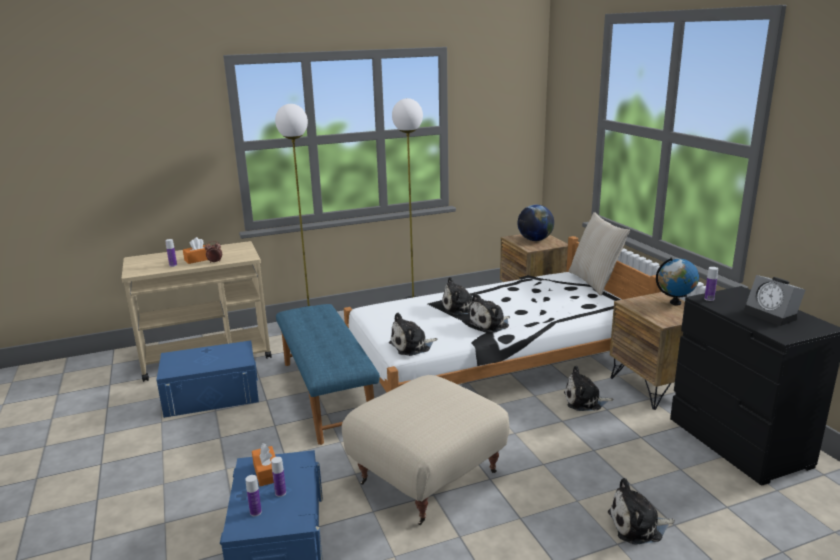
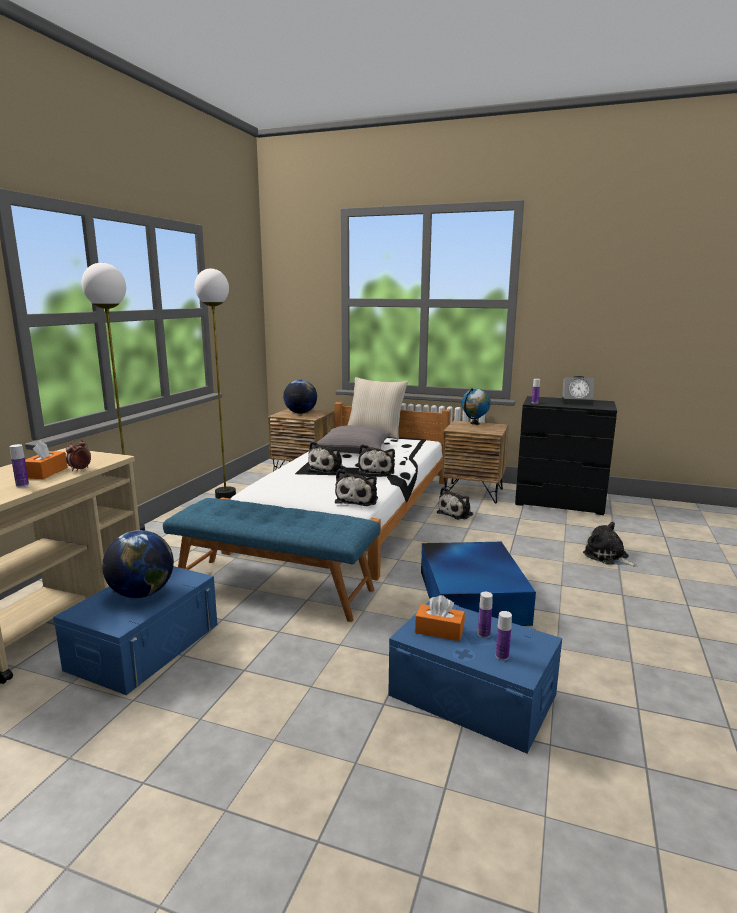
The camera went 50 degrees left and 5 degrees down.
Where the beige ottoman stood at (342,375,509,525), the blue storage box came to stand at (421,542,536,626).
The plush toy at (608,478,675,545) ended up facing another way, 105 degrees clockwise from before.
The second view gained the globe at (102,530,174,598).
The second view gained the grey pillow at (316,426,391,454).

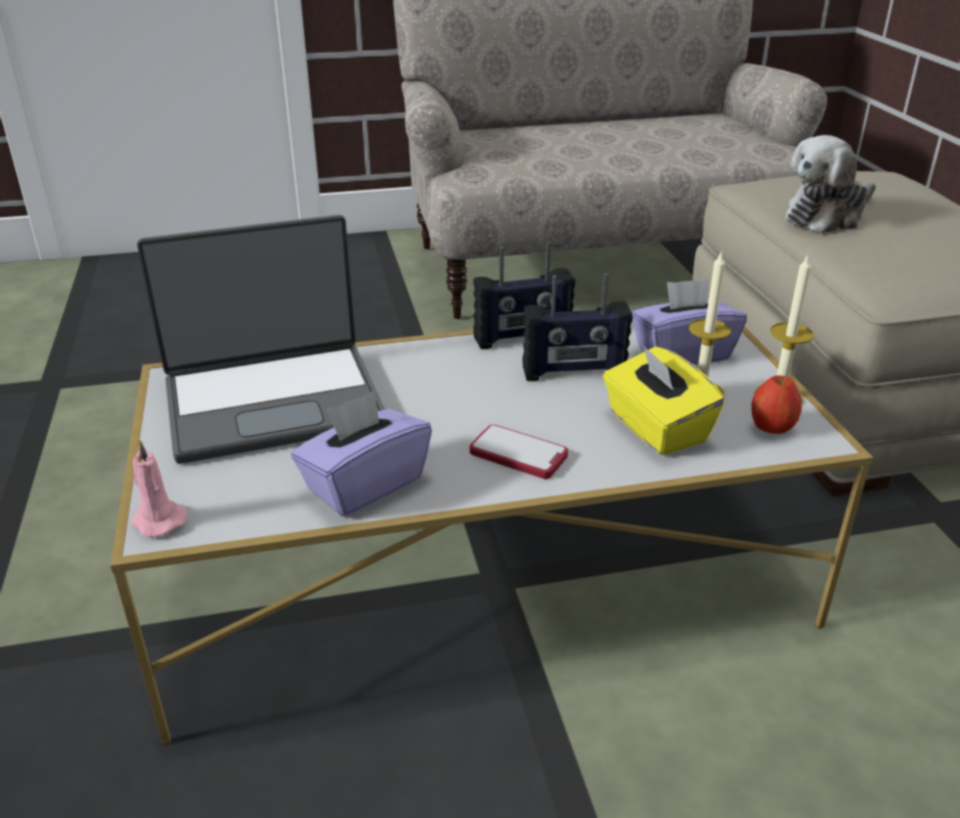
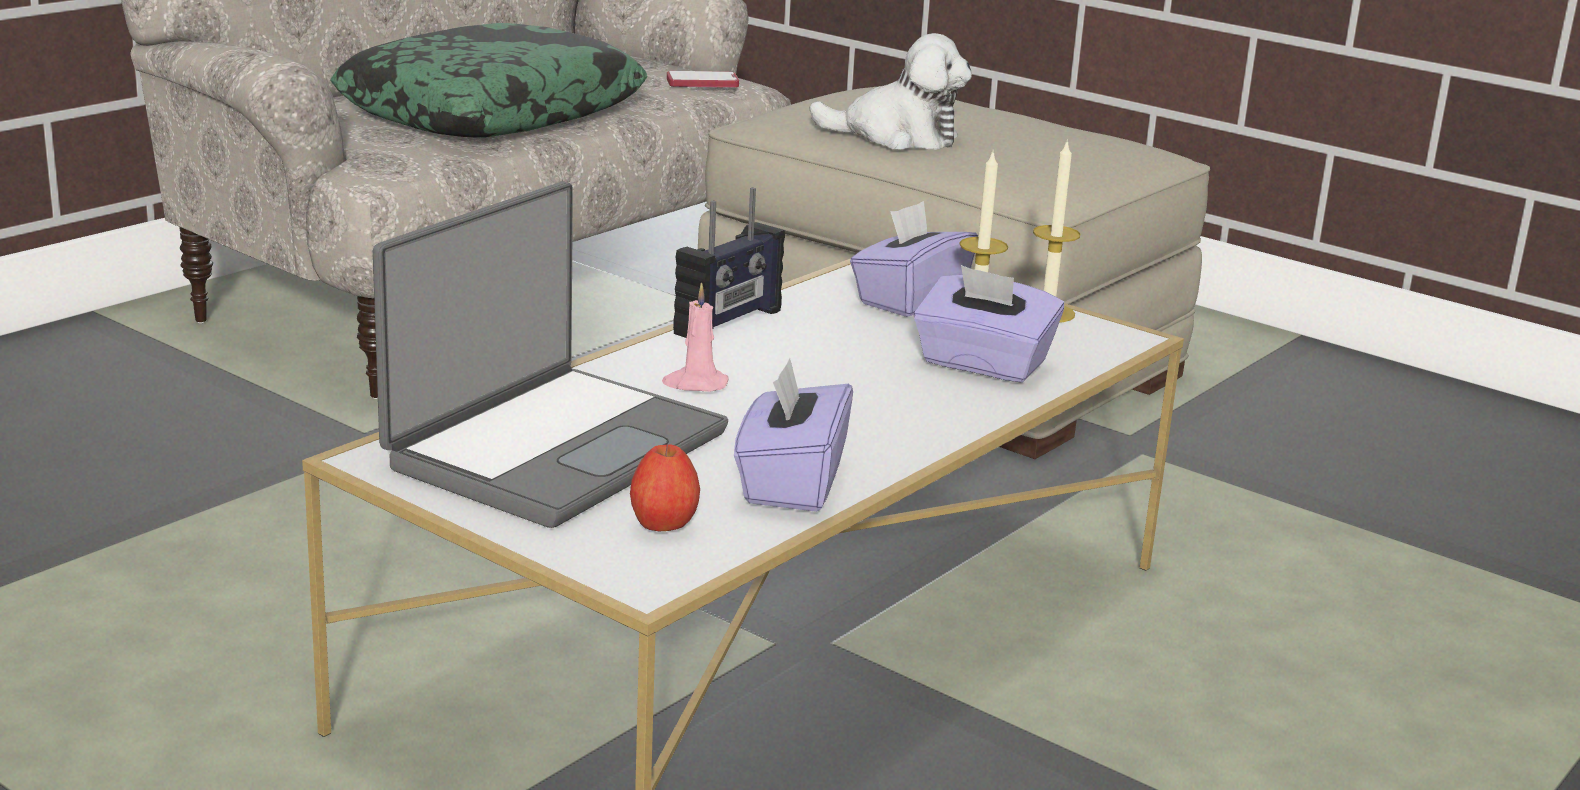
The camera went 40 degrees left and 10 degrees down.
The pink candle ended up elsewhere, having gone from (131,440,187,537) to (662,282,729,392).
The phone ended up elsewhere, having gone from (470,425,568,479) to (667,71,739,88).
The second view lost the radio at (523,273,633,381).
What was the yellow tissue box at (603,345,725,455) turned into the purple tissue box at (914,265,1064,383).
The apple ended up elsewhere, having gone from (751,375,802,434) to (630,444,700,531).
The plush toy at (785,135,876,233) ended up facing another way, 90 degrees counterclockwise from before.
The second view gained the pillow at (330,23,647,138).

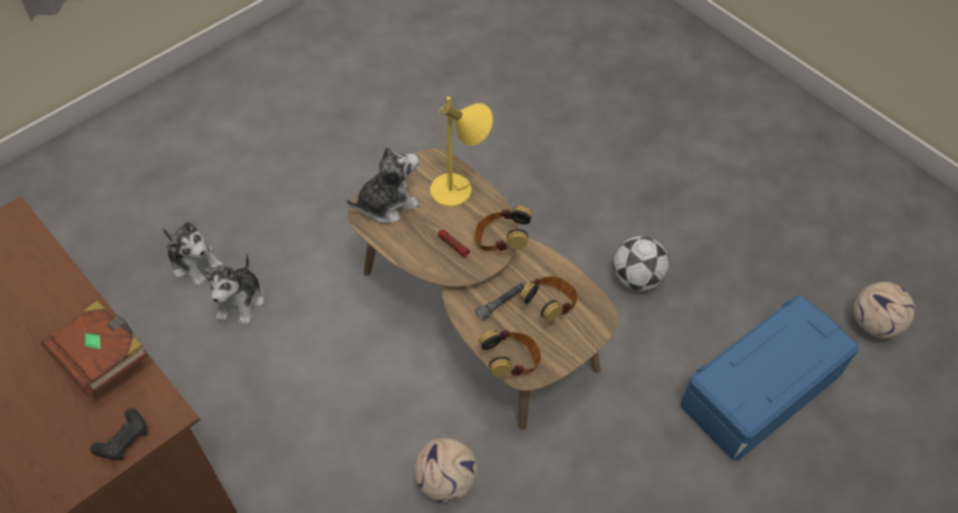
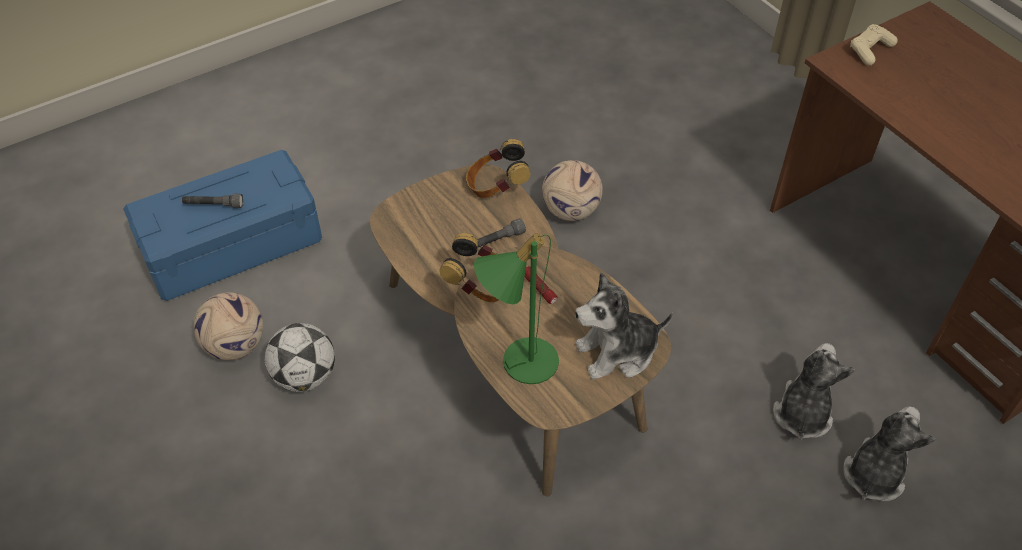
The camera went 170 degrees left and 5 degrees down.
The second view lost the brown book at (41,301,148,396).
What was the black game controller at (90,408,147,460) turned into the beige game controller at (850,24,898,66).
The plush toy at (163,222,223,287) ended up facing another way, 75 degrees clockwise from before.
What was the yellow table lamp at (430,96,493,206) turned into the green table lamp at (474,233,559,384).
The second view lost the headphones at (519,276,578,322).
The football ended up elsewhere, having gone from (854,282,915,339) to (193,292,264,360).
The second view gained the grey flashlight at (182,193,243,208).

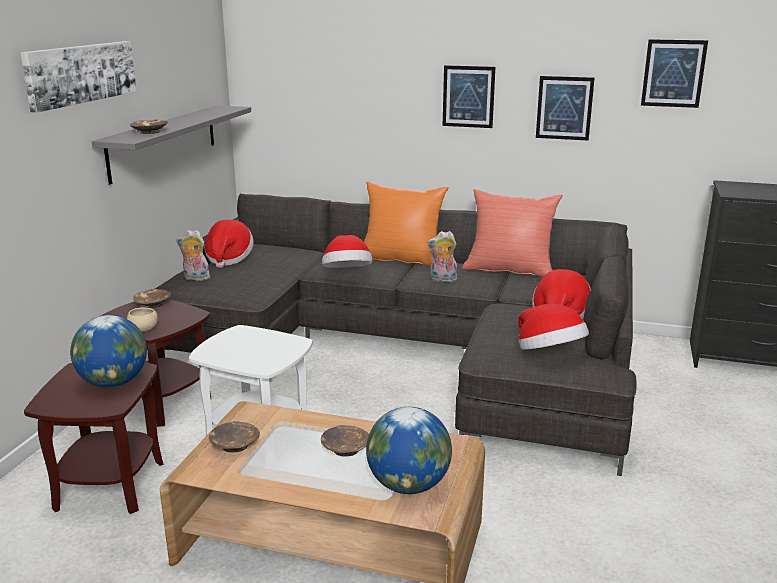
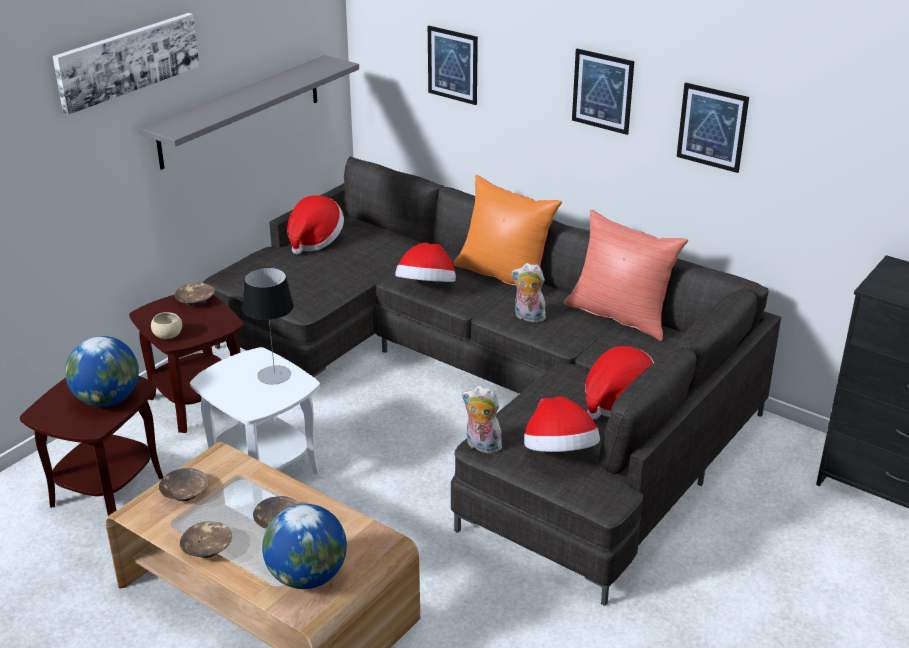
The camera went 20 degrees right and 10 degrees up.
The brown bowl ended up elsewhere, having gone from (130,120,168,134) to (180,521,232,558).
The plush toy ended up elsewhere, having gone from (176,230,210,281) to (462,386,505,454).
The picture ended up elsewhere, having gone from (641,39,708,108) to (428,26,478,105).
The second view gained the table lamp at (242,267,294,384).

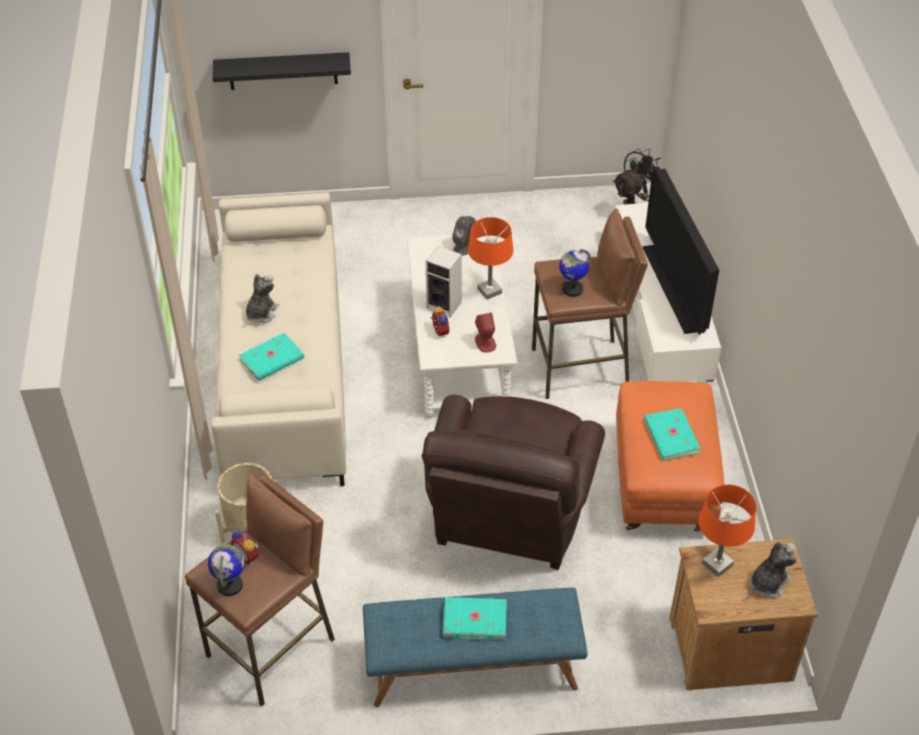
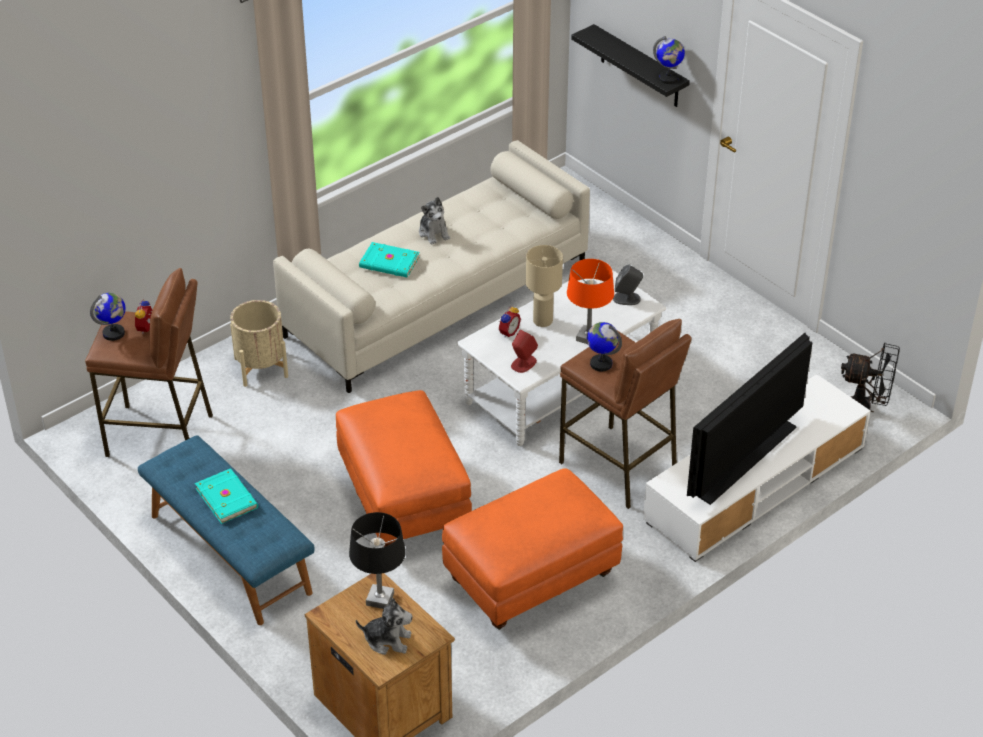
The camera went 55 degrees right and 5 degrees down.
The plush toy at (246,274,279,323) ended up facing another way, 75 degrees clockwise from before.
Where the brown armchair stood at (422,395,605,570), the orange ottoman came to stand at (336,390,472,547).
Where the speaker stood at (426,246,462,317), the beige table lamp came to stand at (526,245,563,327).
The second view lost the turquoise book at (644,408,701,461).
What was the orange table lamp at (699,485,756,577) turned into the black table lamp at (349,512,406,609).
The second view gained the globe at (653,36,685,84).

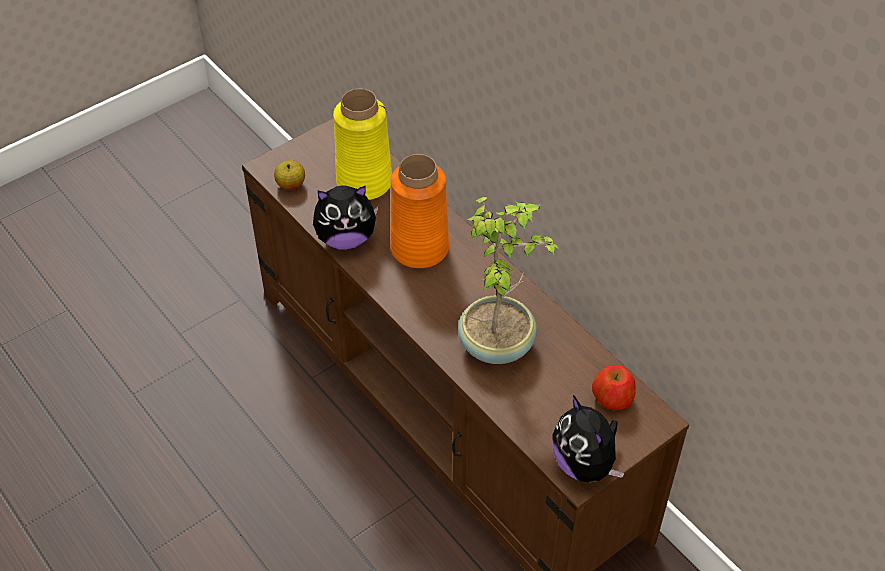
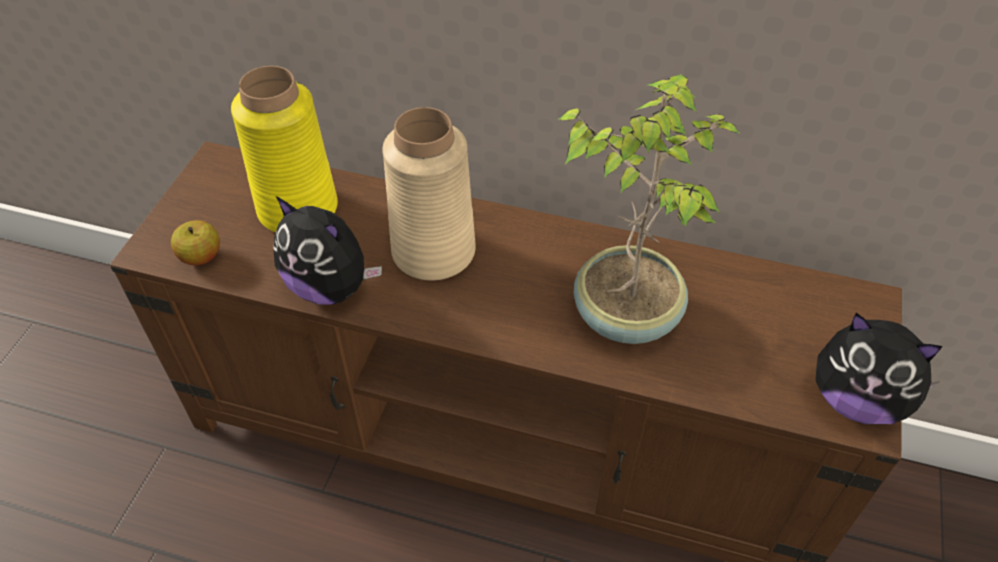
The camera went 35 degrees left and 0 degrees up.
The plush toy at (313,185,379,250) ended up facing another way, 75 degrees clockwise from before.
What was the orange vase at (390,154,449,268) turned into the beige vase at (382,107,476,280).
The second view lost the apple at (592,365,636,410).

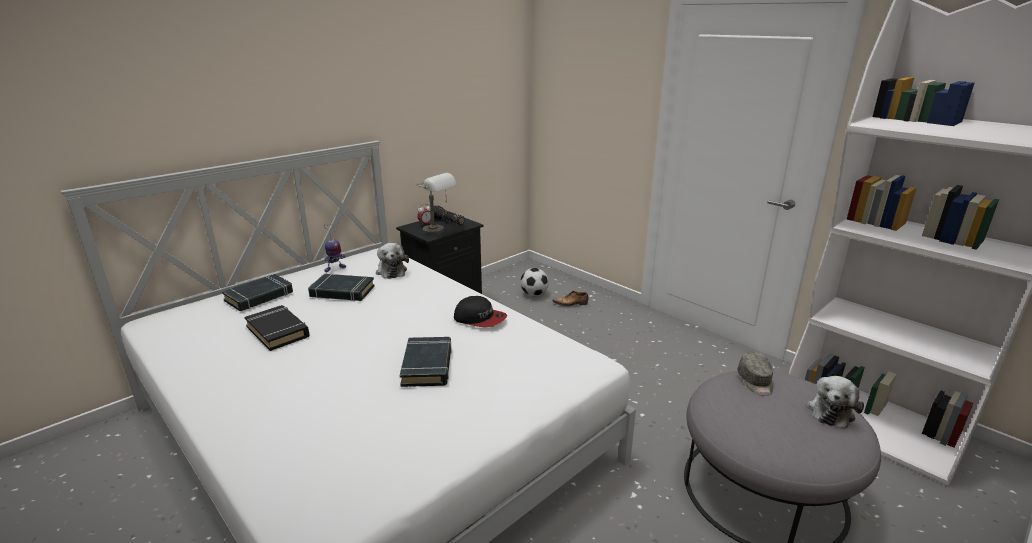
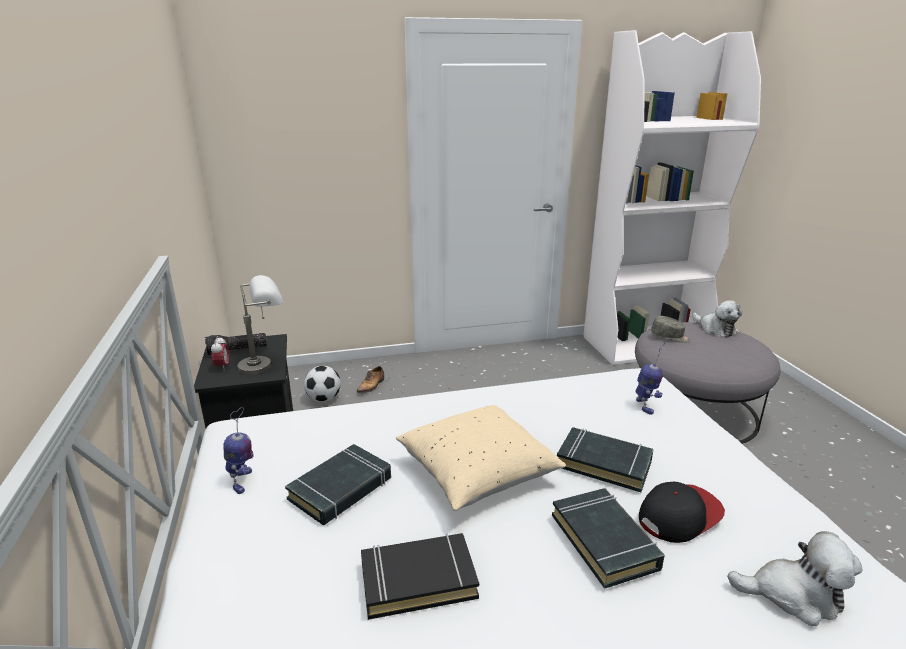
The camera went 60 degrees left and 0 degrees up.
The black book ended up elsewhere, having gone from (222,274,293,312) to (552,488,665,589).
The plush toy ended up elsewhere, having gone from (376,243,409,279) to (727,531,863,626).
The cap ended up elsewhere, having gone from (454,296,507,327) to (639,482,725,543).
The second view gained the beige pillow at (396,405,566,511).
The second view gained the toy robot at (635,342,665,415).

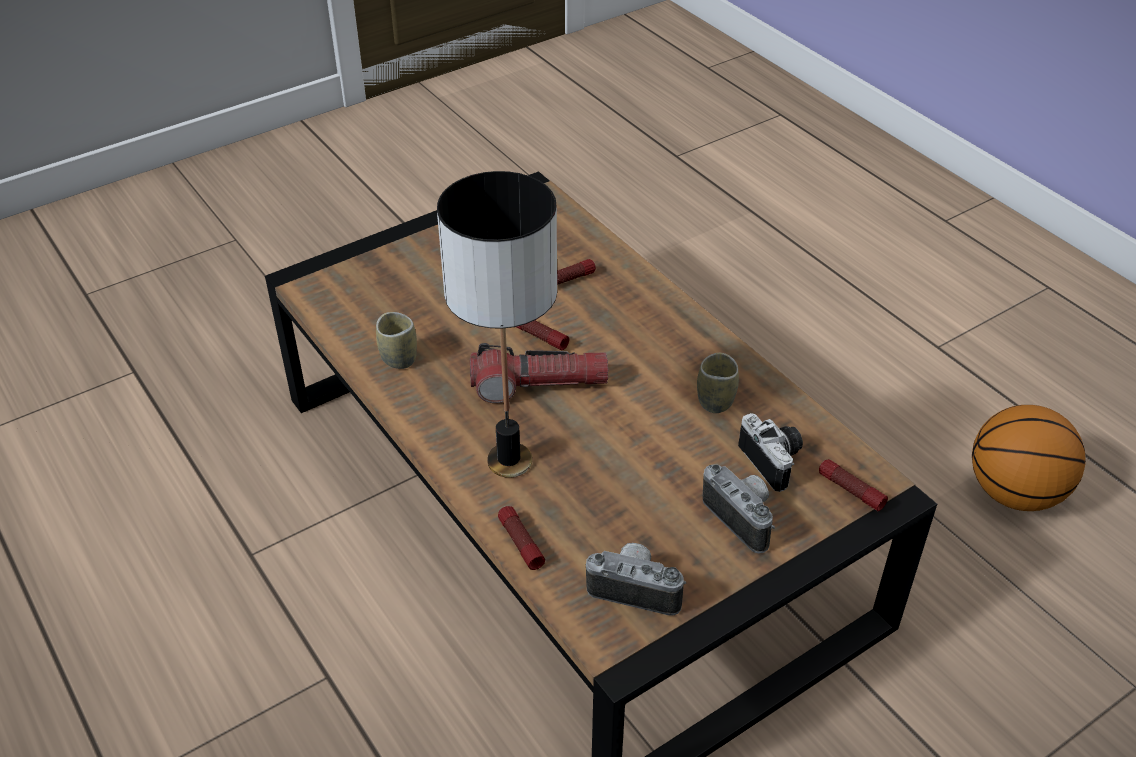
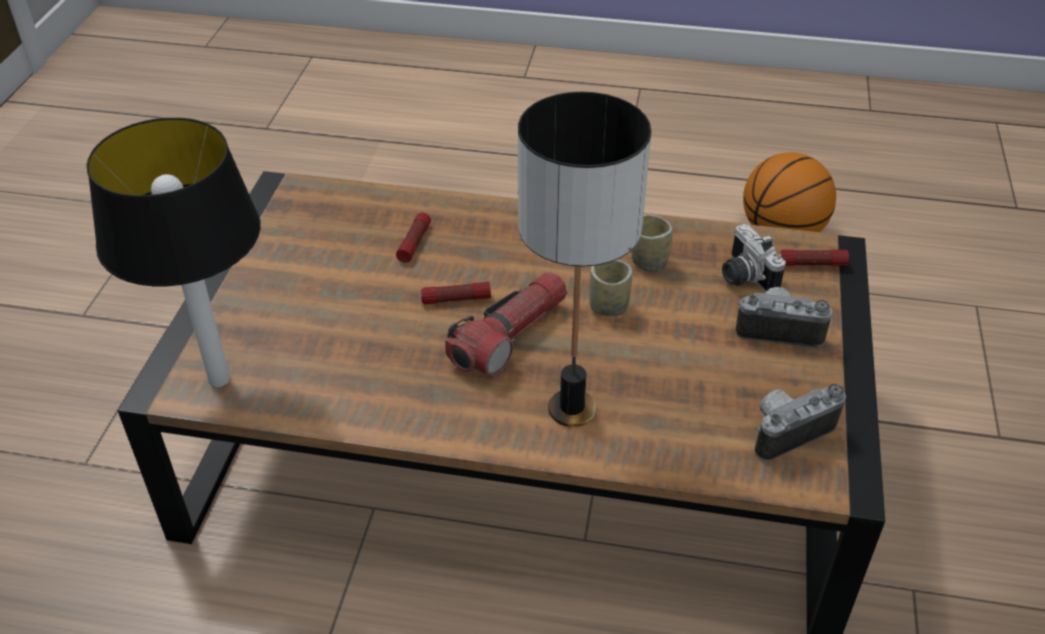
The camera went 45 degrees left and 0 degrees up.
The cup ended up elsewhere, having gone from (376,312,417,369) to (589,260,632,316).
The second view lost the flashlight at (498,506,545,570).
The photo camera at (738,413,803,492) ended up facing another way, 135 degrees counterclockwise from before.
The second view gained the table lamp at (86,117,261,387).

